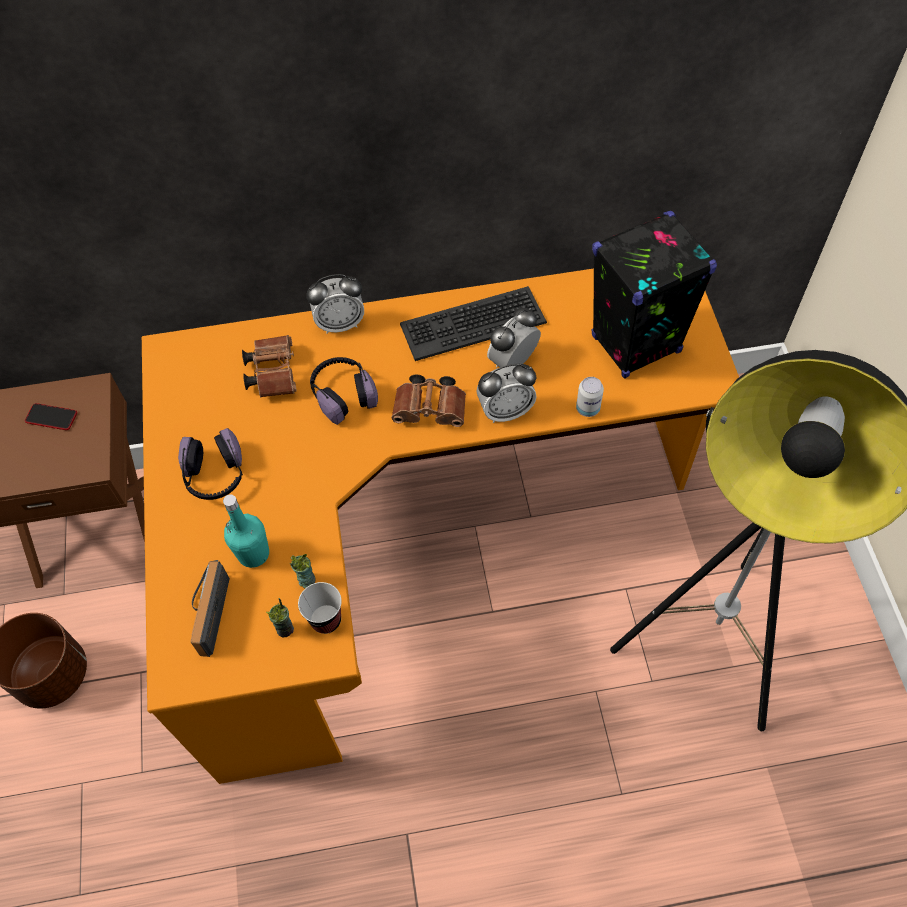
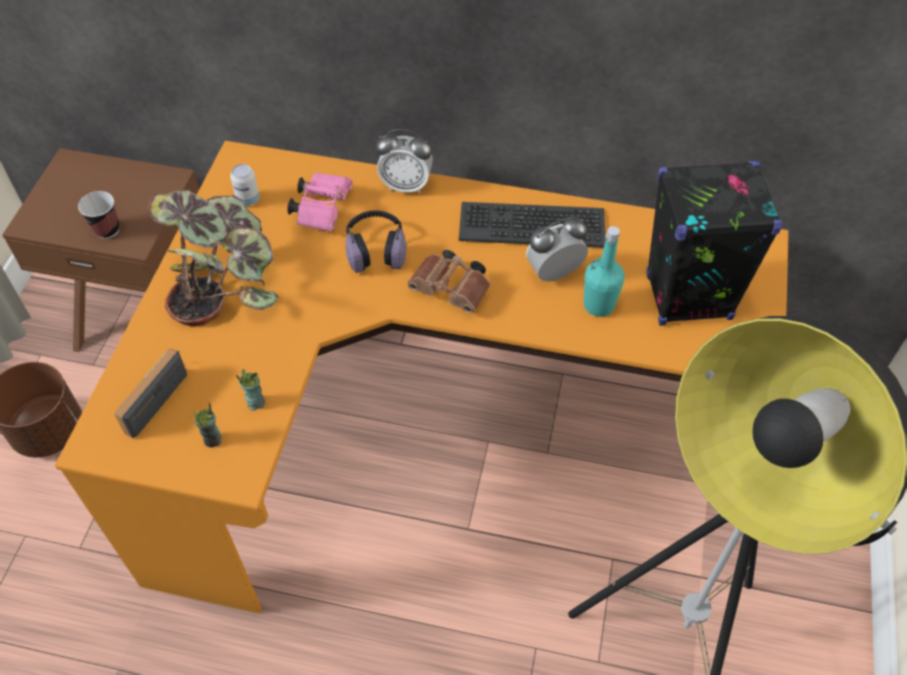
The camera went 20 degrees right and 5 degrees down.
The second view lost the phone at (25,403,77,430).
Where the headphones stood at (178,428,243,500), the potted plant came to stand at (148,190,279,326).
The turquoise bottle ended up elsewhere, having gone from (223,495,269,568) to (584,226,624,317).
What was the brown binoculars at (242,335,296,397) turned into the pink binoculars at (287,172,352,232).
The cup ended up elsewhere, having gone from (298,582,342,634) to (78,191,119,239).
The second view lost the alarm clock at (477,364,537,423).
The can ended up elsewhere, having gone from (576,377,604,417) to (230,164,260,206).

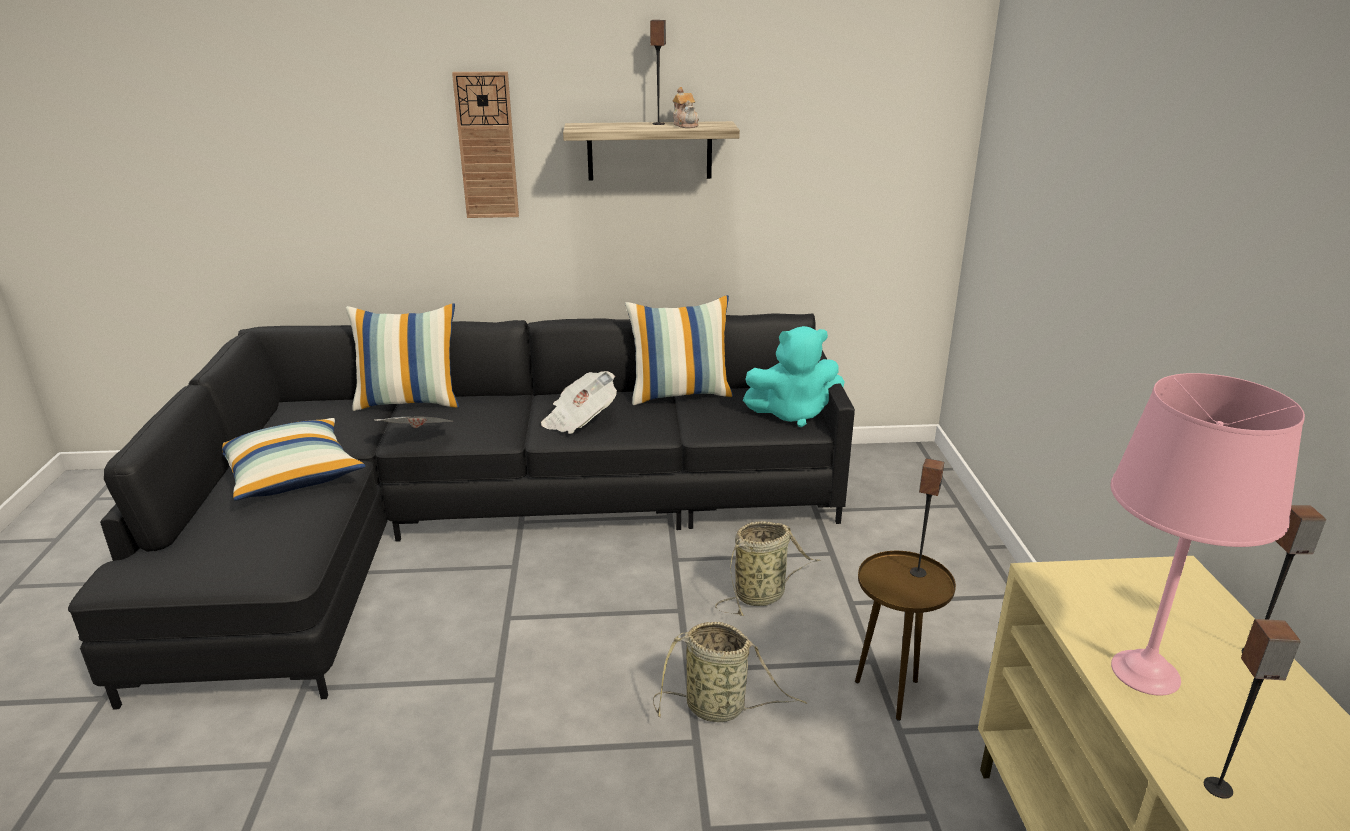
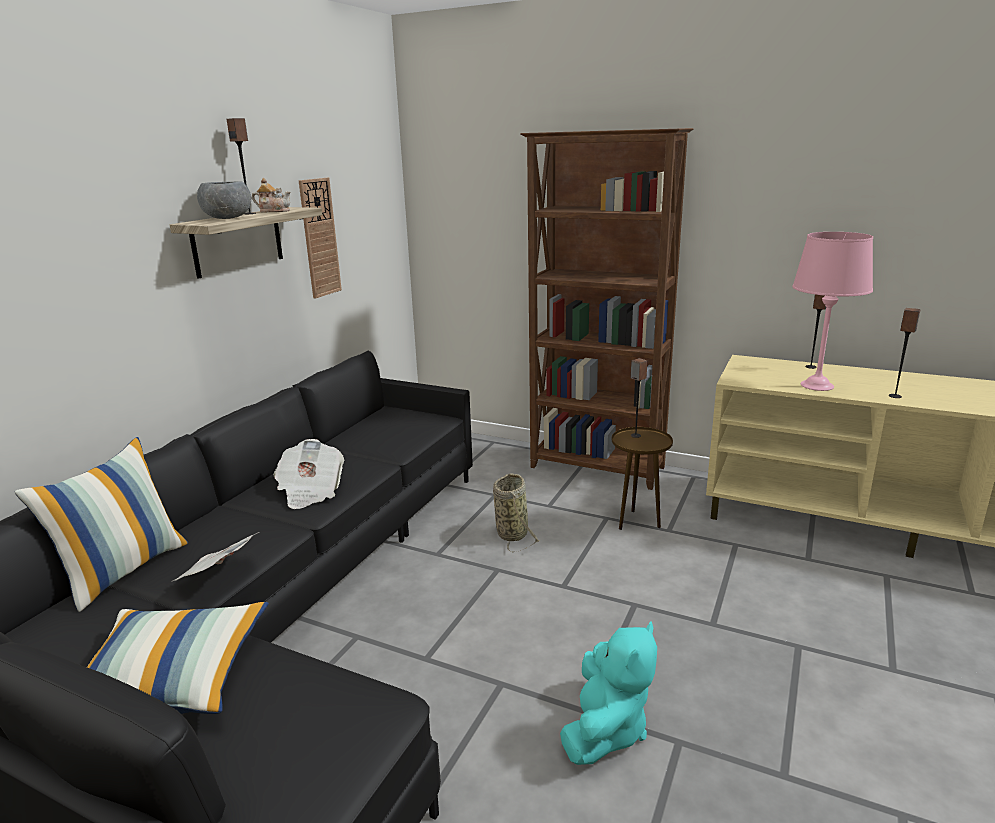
The camera went 60 degrees left and 5 degrees down.
The wall clock ended up elsewhere, having gone from (452,71,519,218) to (299,178,342,298).
The second view lost the pillow at (625,295,734,405).
The second view lost the basket at (653,622,807,722).
The turquoise plush toy ended up elsewhere, having gone from (743,326,845,427) to (560,621,657,765).
The second view gained the grey bowl at (197,182,251,219).
The second view gained the brown bookcase at (520,128,693,490).

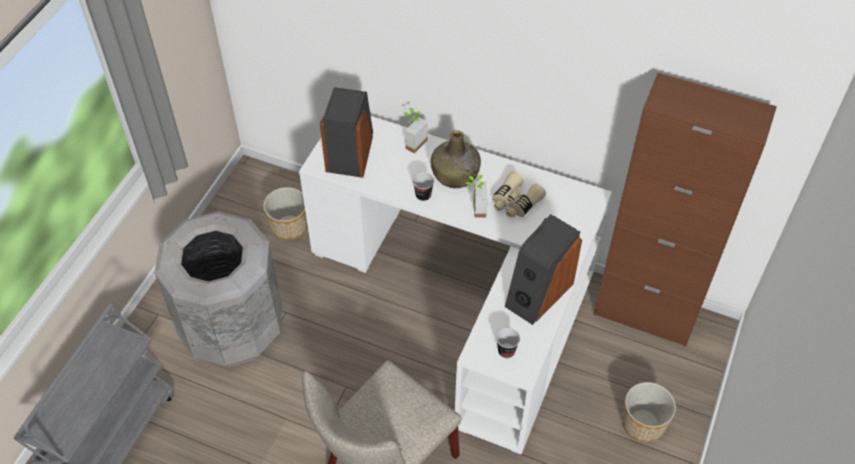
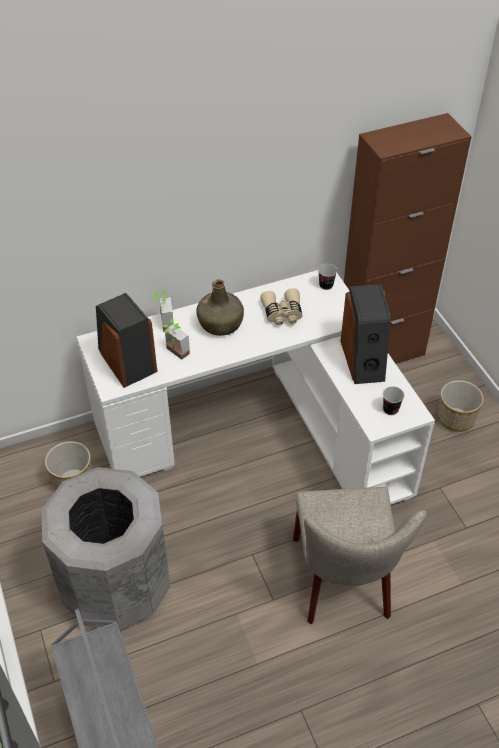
The camera went 45 degrees left and 5 degrees down.
The cup ended up elsewhere, having gone from (413,172,434,201) to (318,264,337,290).
The potted plant ended up elsewhere, having gone from (465,175,488,218) to (163,318,190,360).

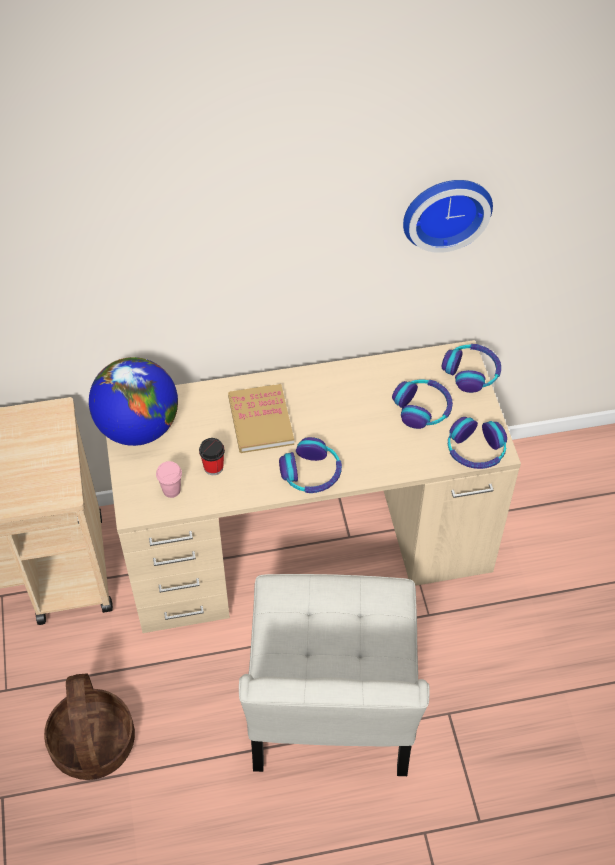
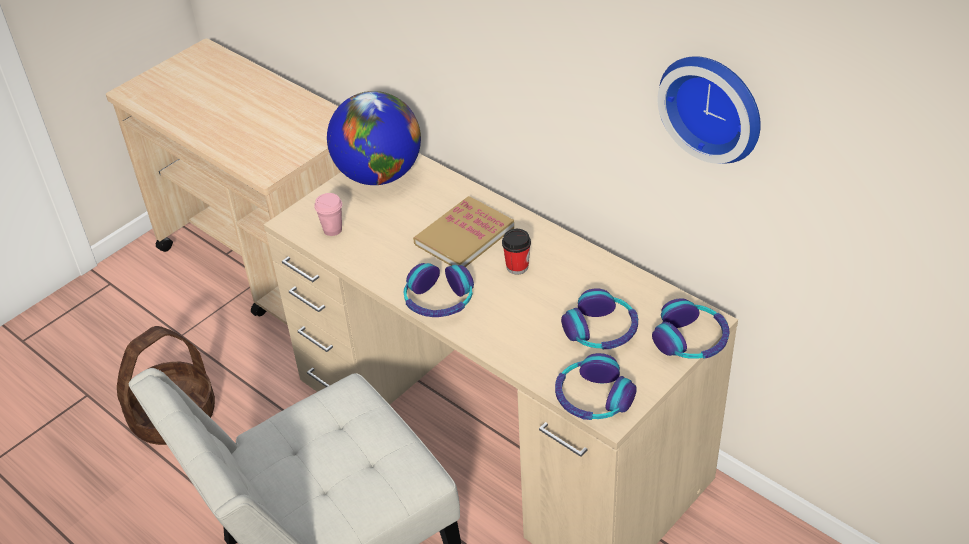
The camera went 55 degrees right and 10 degrees down.
The cup ended up elsewhere, having gone from (199,438,225,475) to (502,229,531,275).

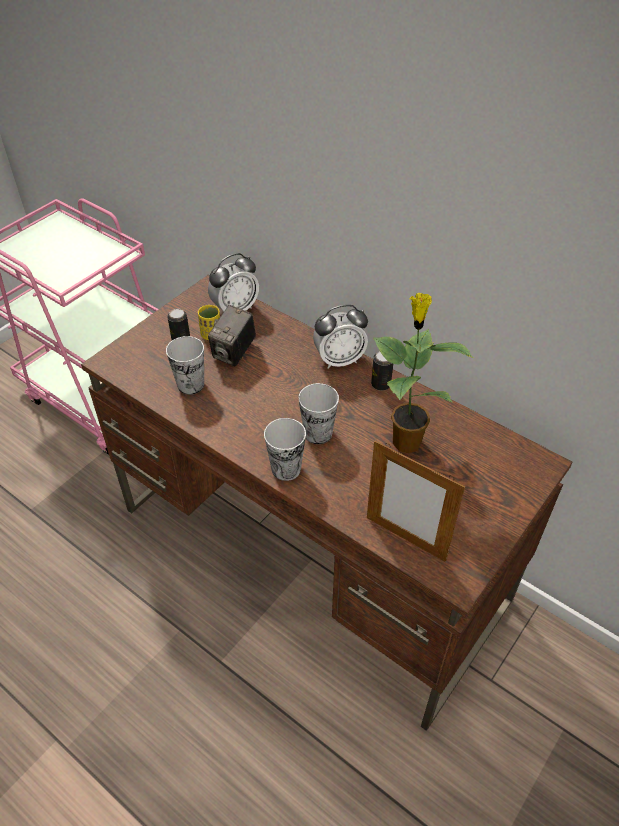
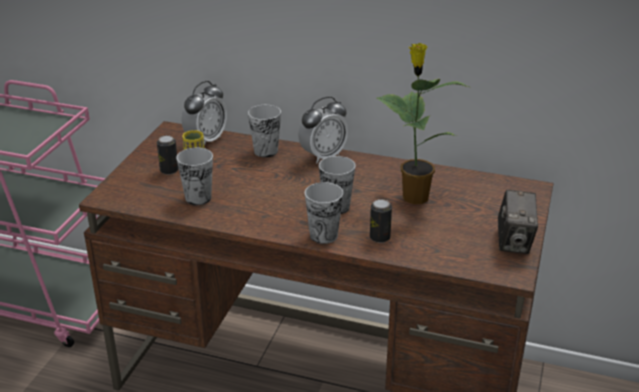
The camera went 20 degrees left and 15 degrees down.
The photo camera ended up elsewhere, having gone from (208,305,256,366) to (498,190,538,254).
The second view lost the picture frame at (367,441,465,562).
The can ended up elsewhere, having gone from (371,351,393,391) to (370,199,392,243).
The second view gained the cup at (248,105,281,157).

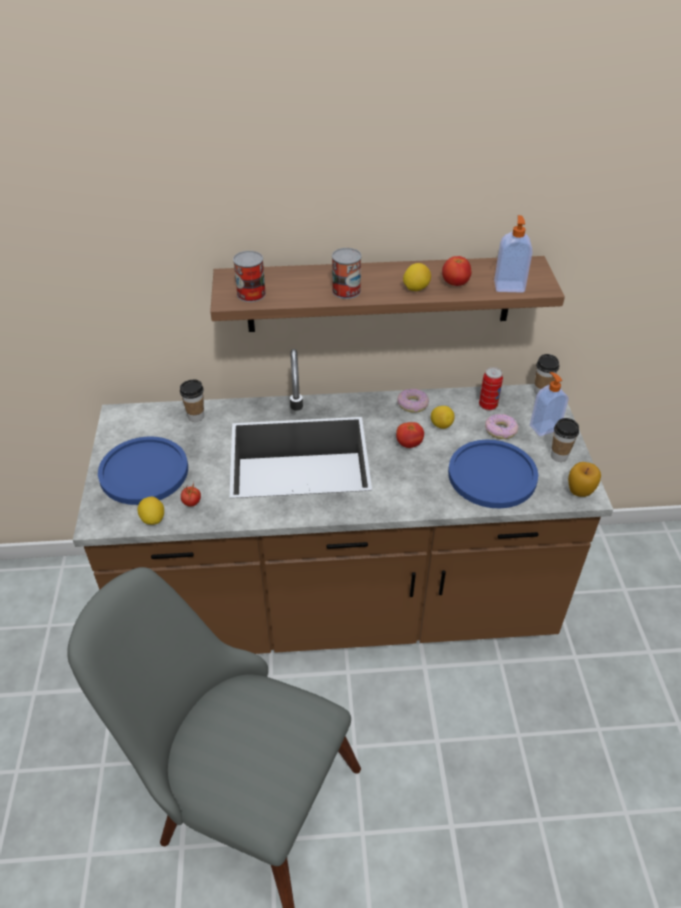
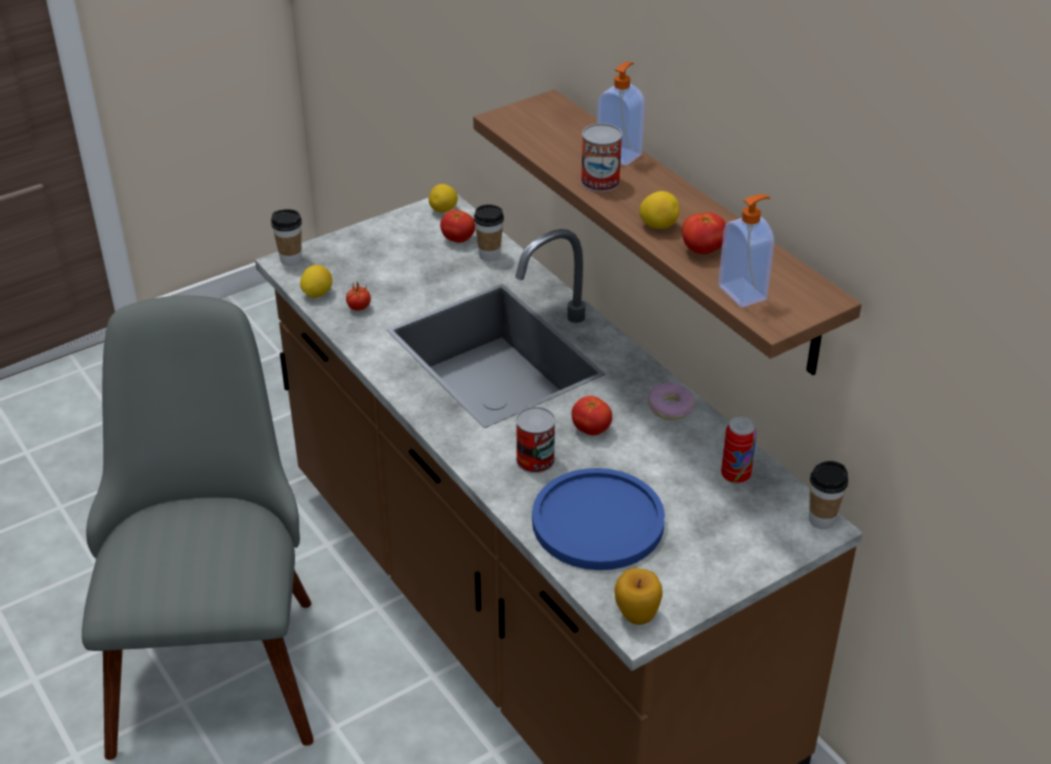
The camera went 60 degrees right and 5 degrees down.
The second view lost the blue plate at (98,436,188,505).
The can ended up elsewhere, having gone from (233,251,266,302) to (516,407,556,473).
The lemon ended up elsewhere, having gone from (431,406,455,429) to (429,184,458,212).
The second view lost the donut at (485,414,518,439).
The soap dispenser ended up elsewhere, having gone from (530,372,568,436) to (597,62,645,166).
The cup ended up elsewhere, having gone from (551,418,579,462) to (271,209,302,266).
The second view gained the tomato at (440,210,475,243).

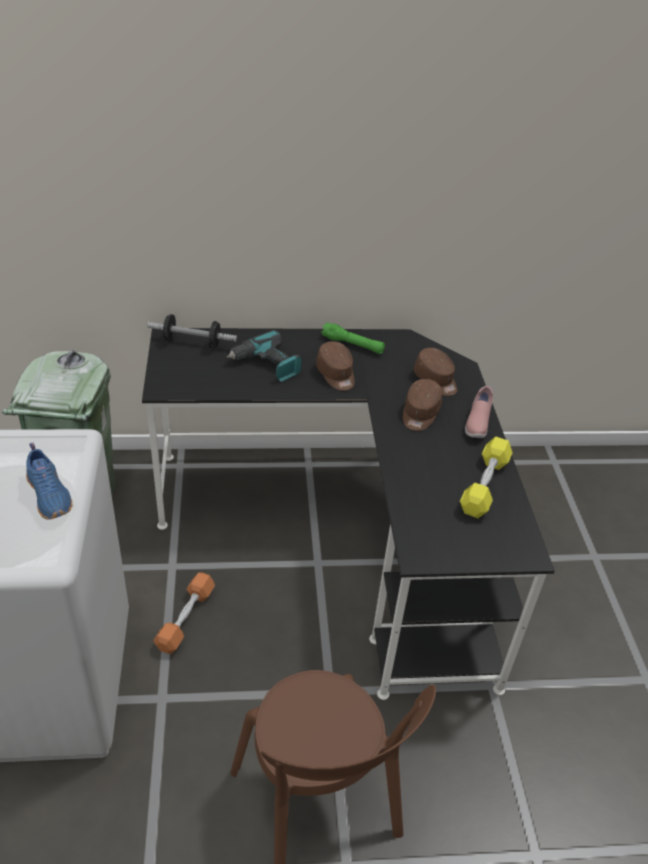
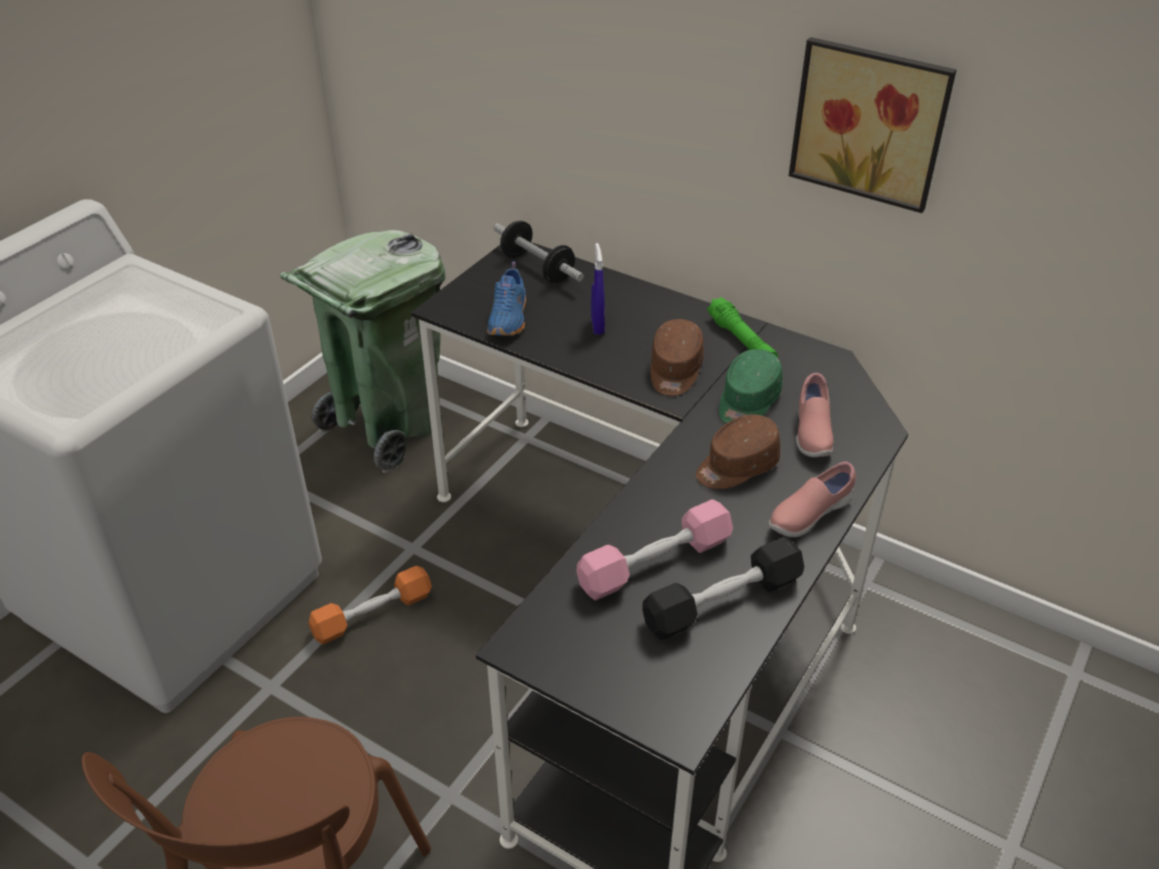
The camera went 40 degrees right and 0 degrees up.
The blue shoe ended up elsewhere, having gone from (26,443,73,520) to (487,261,526,336).
Where the power drill stood at (226,330,302,382), the blue spray bottle came to stand at (591,243,605,335).
Where the brown cap stood at (414,348,457,396), the pink shoe came to stand at (796,373,834,457).
What was the yellow dumbbell at (460,437,513,518) turned into the black dumbbell at (642,537,804,640).
The second view gained the pink dumbbell at (576,499,733,601).
The second view gained the green cap at (719,349,783,423).
The second view gained the picture at (789,37,956,213).

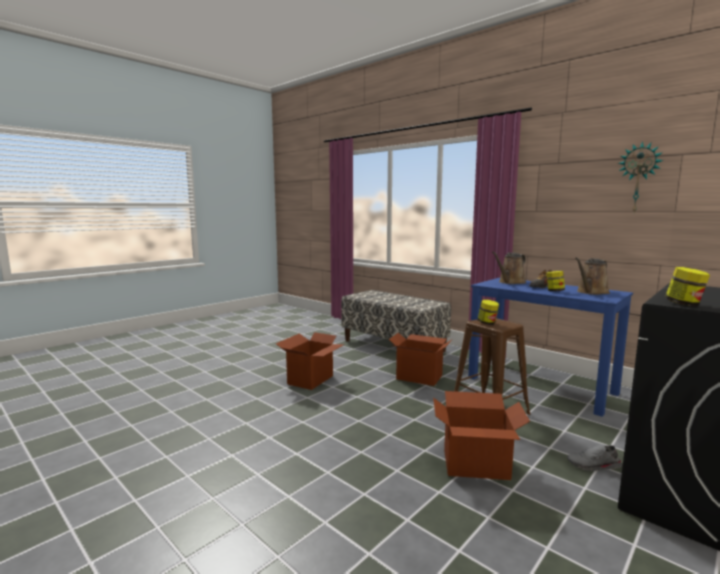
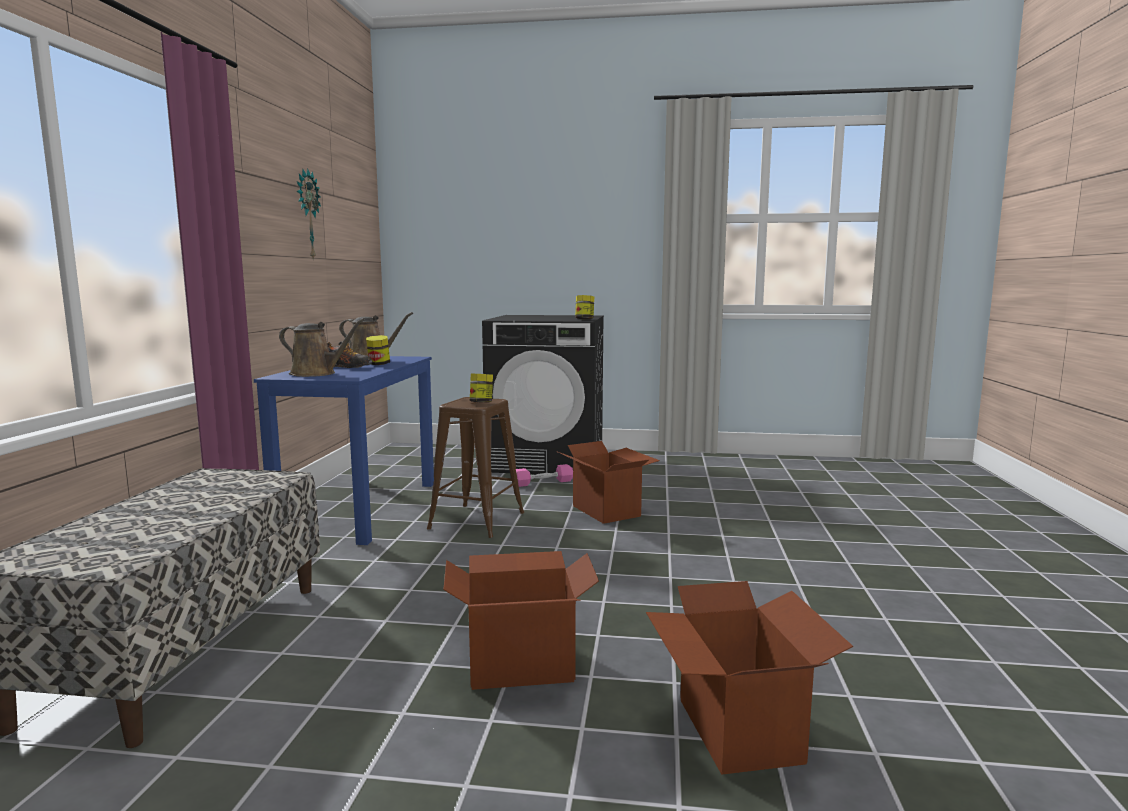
The camera went 125 degrees left and 0 degrees up.
The cardboard box ended up elsewhere, having gone from (389,332,452,386) to (646,581,853,775).
Where the grey shoe stood at (567,444,622,471), the pink dumbbell came to stand at (516,464,573,487).

